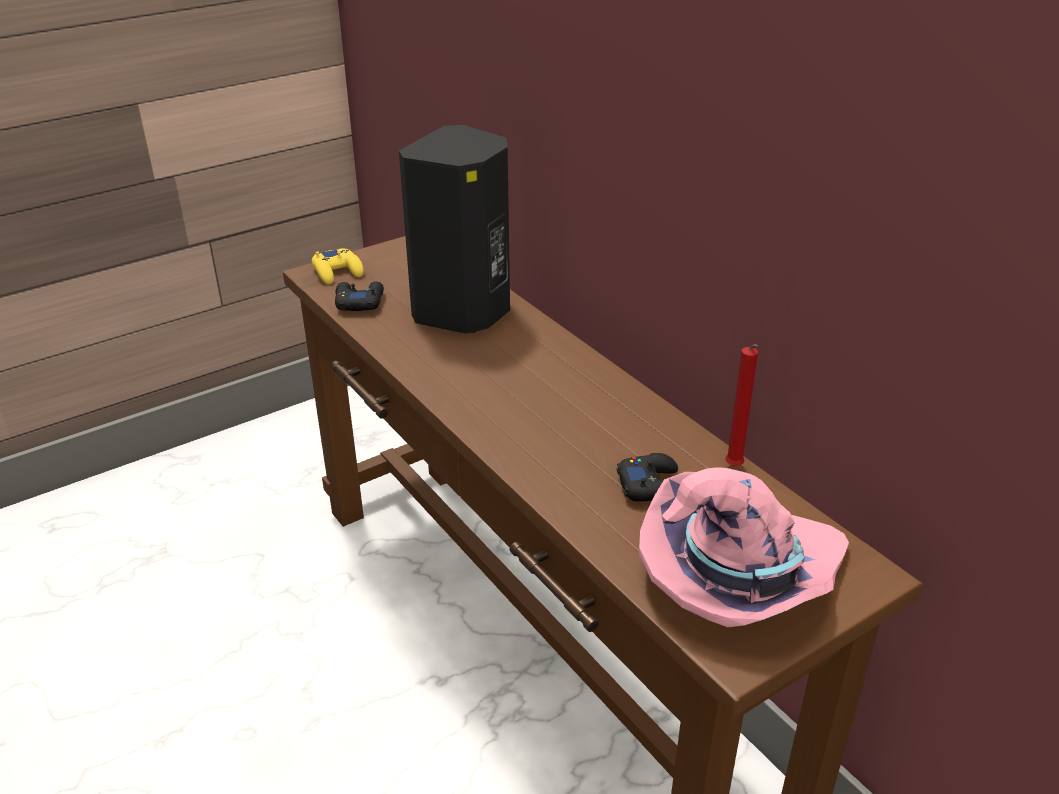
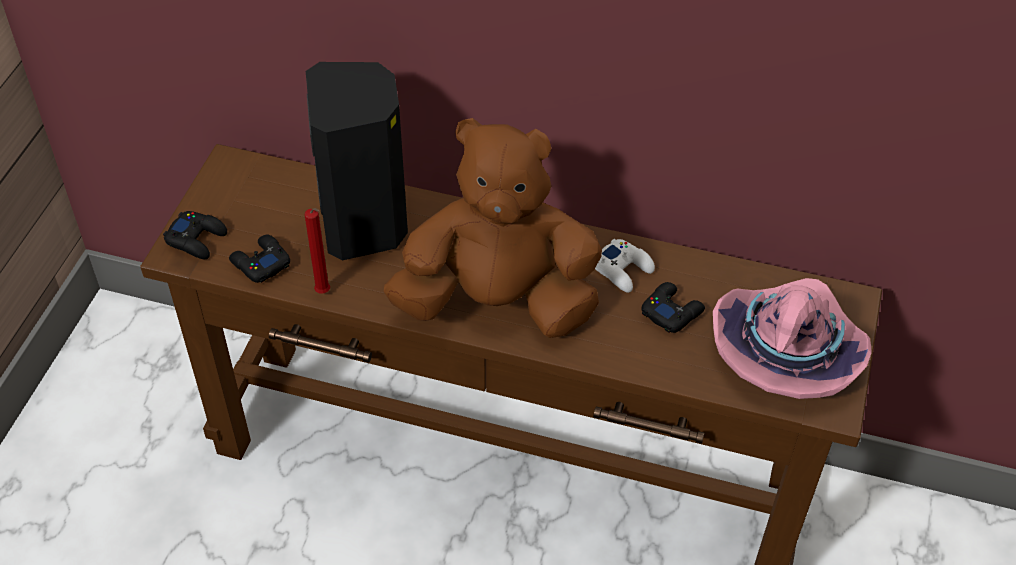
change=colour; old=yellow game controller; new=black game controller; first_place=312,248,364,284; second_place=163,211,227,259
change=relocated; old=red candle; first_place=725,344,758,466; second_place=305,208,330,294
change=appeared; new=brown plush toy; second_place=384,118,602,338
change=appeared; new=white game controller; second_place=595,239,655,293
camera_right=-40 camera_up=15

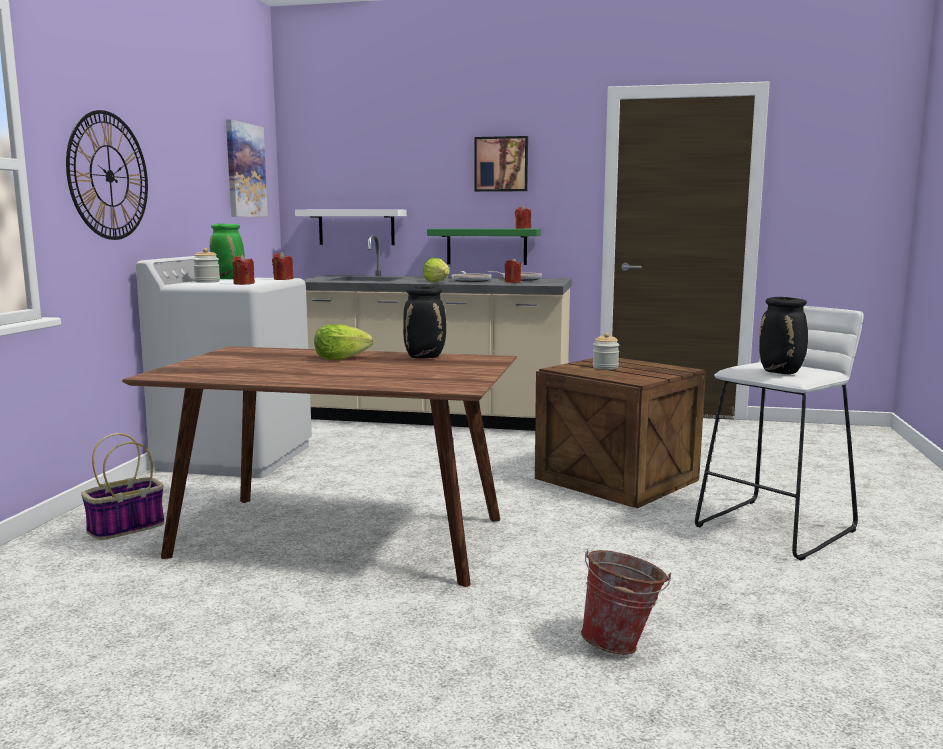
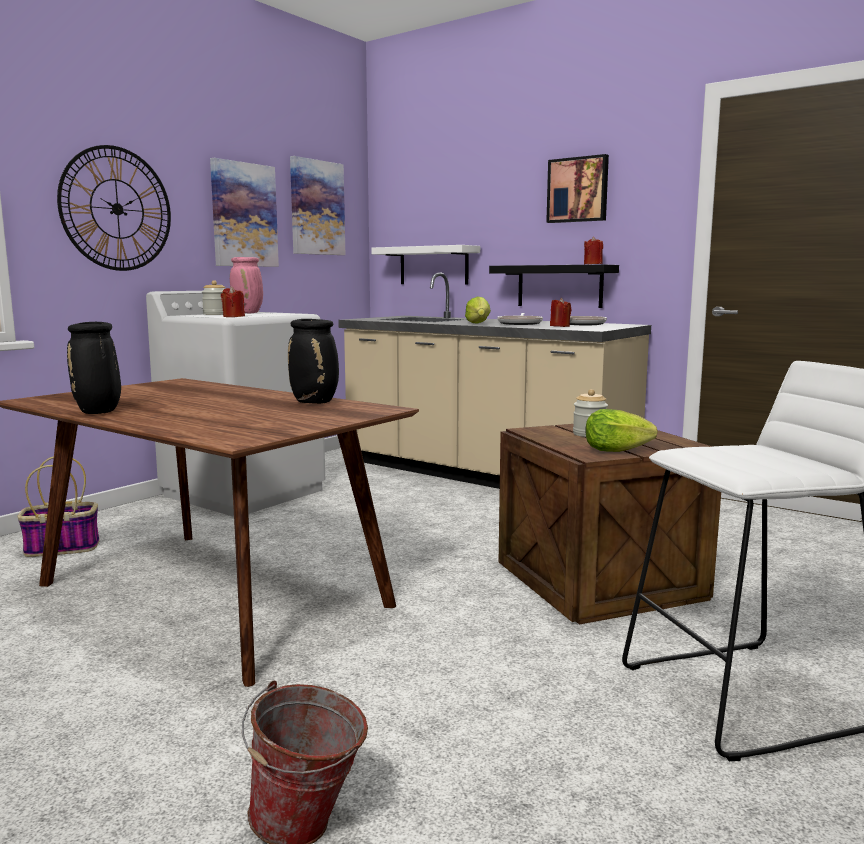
change=colour; old=green vase; new=pink vase; first_place=210,224,245,279; second_place=230,257,263,313
change=colour; old=green shelf; new=black shelf; first_place=427,229,541,265; second_place=489,264,619,308
change=missing; old=red candle; first_place=272,252,294,280
change=relocated; old=black vase; first_place=759,297,808,374; second_place=67,322,121,414
change=relocated; old=lettuce; first_place=314,324,373,360; second_place=586,409,658,452
change=appeared; new=picture; second_place=210,158,279,267
camera_right=25 camera_up=0

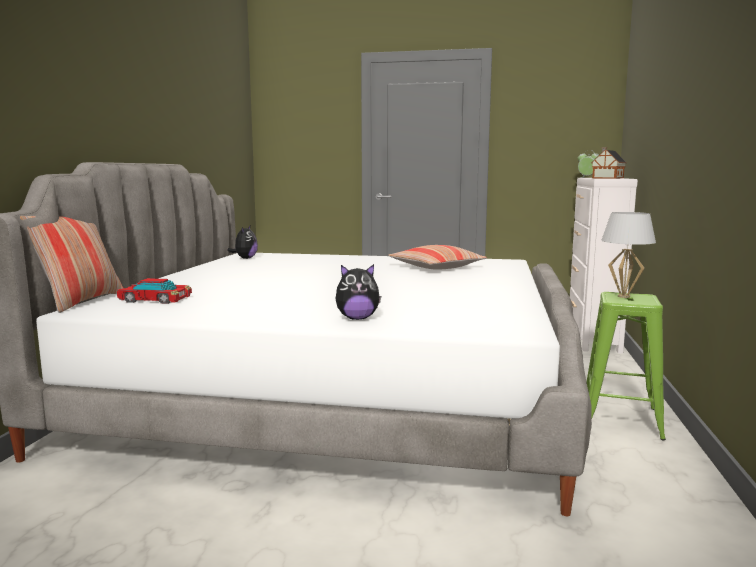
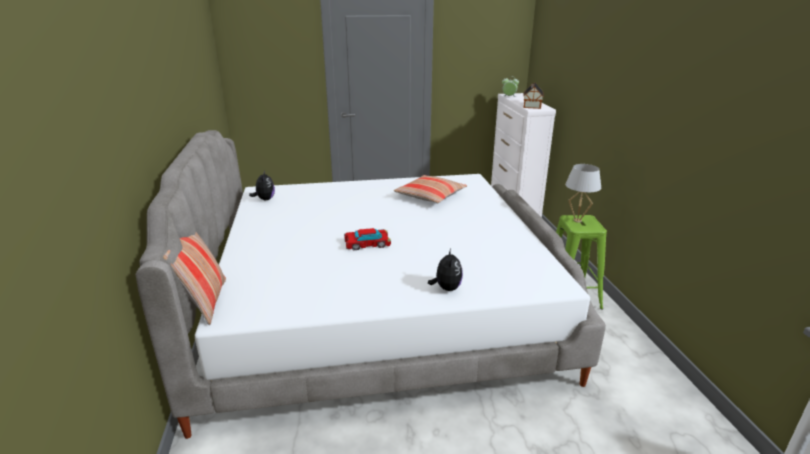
change=spun; old=plush toy; first_place=335,264,381,320; second_place=428,249,463,291; degrees=-60
change=relocated; old=toy car; first_place=117,278,192,304; second_place=344,228,391,250
camera_right=-20 camera_up=15

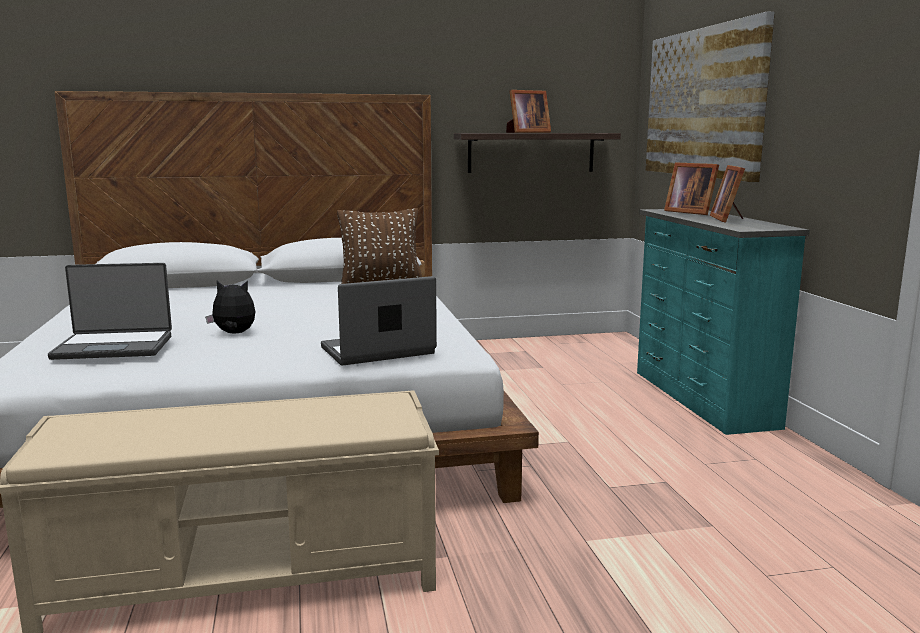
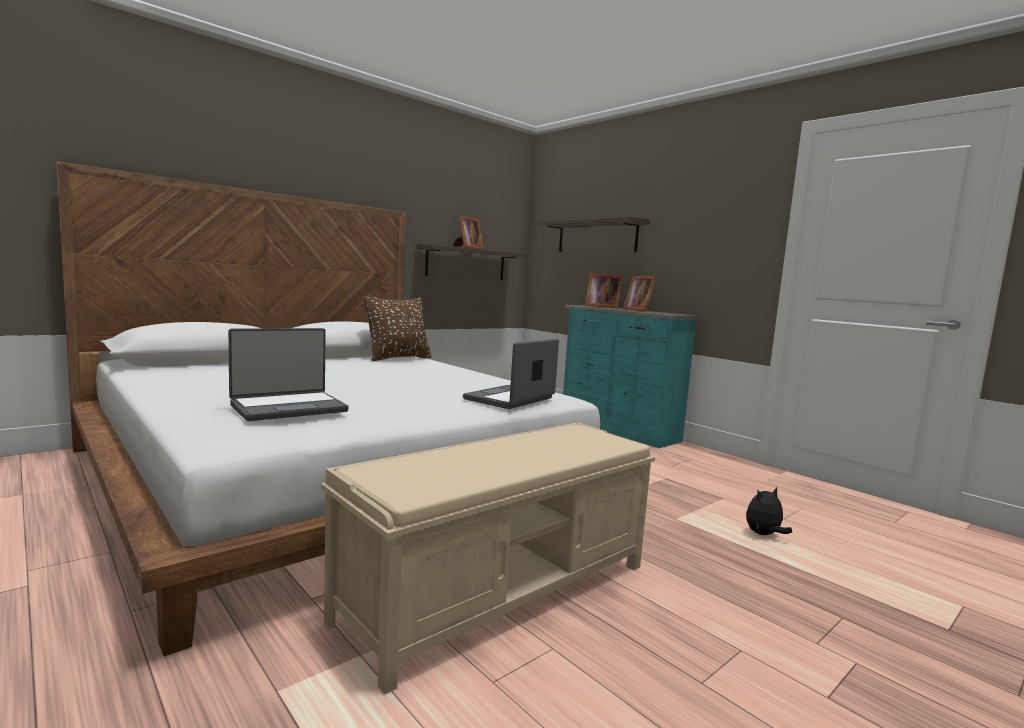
change=exchanged; old=picture; new=shelf; first_place=646,11,775,182; second_place=537,216,650,252
change=relocated; old=plush toy; first_place=205,281,255,333; second_place=746,487,792,535
camera_right=-30 camera_up=-5

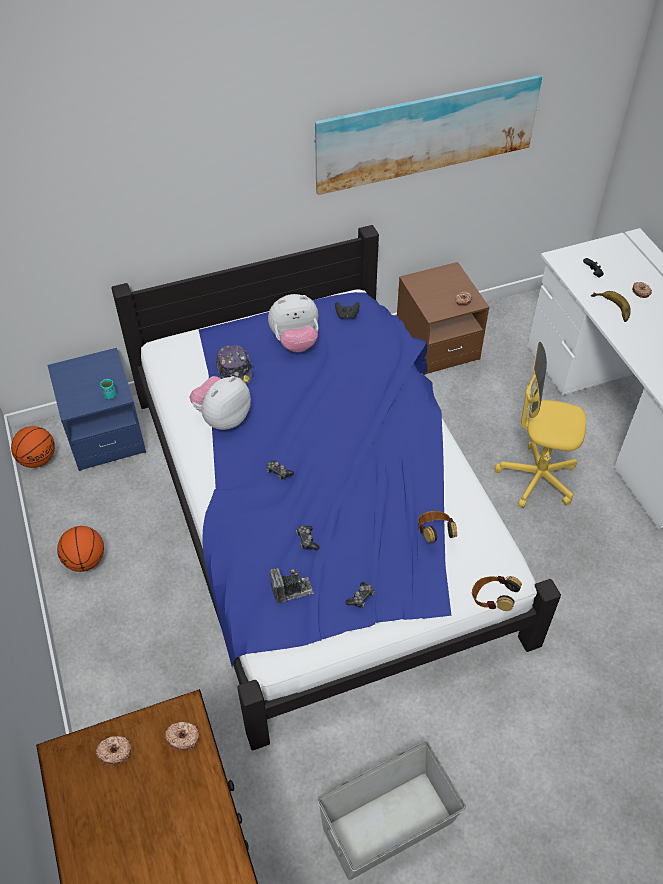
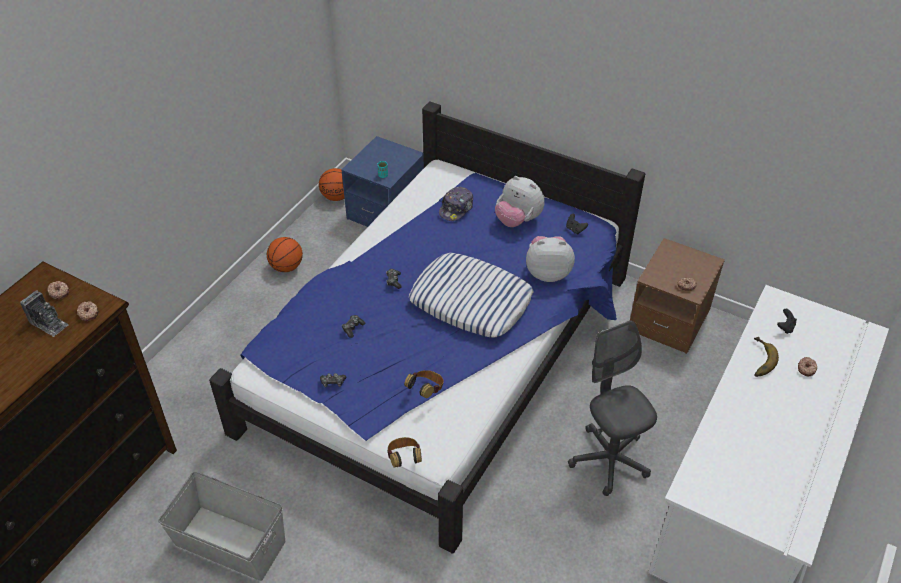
change=missing; old=picture; first_place=314,75,542,195
change=colour; old=yellow office chair; new=grey office chair; first_place=495,342,586,508; second_place=568,321,657,496
change=relocated; old=plush toy; first_place=189,376,251,430; second_place=526,236,575,282
change=relocated; old=photo camera; first_place=270,568,314,603; second_place=20,290,69,337
change=appeared; new=pillow; second_place=409,253,533,337
camera_right=50 camera_up=-5

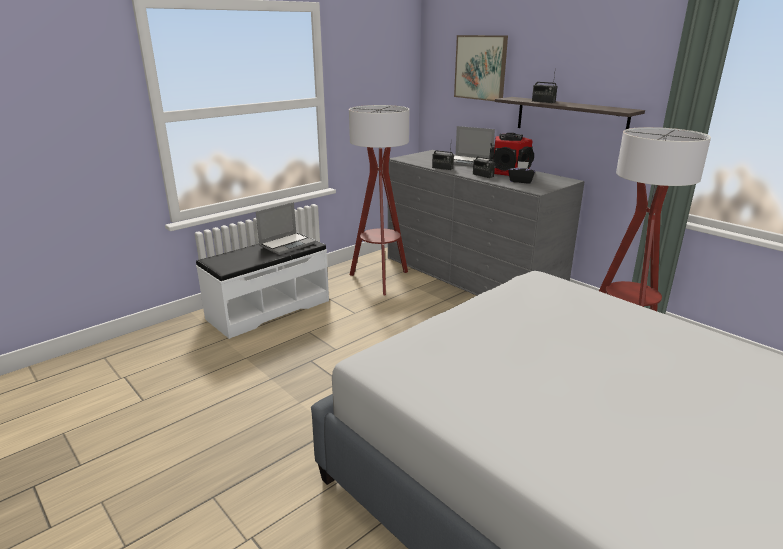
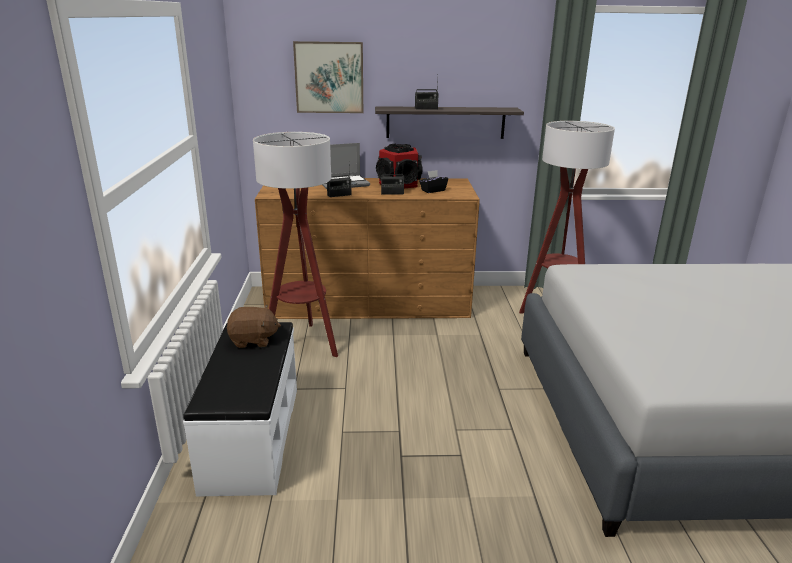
change=colour; old=grey dresser; new=brown dresser; first_place=388,150,585,296; second_place=255,178,480,319
change=exchanged; old=laptop; new=brown plush toy; first_place=256,202,316,255; second_place=227,305,281,348
camera_right=-50 camera_up=0

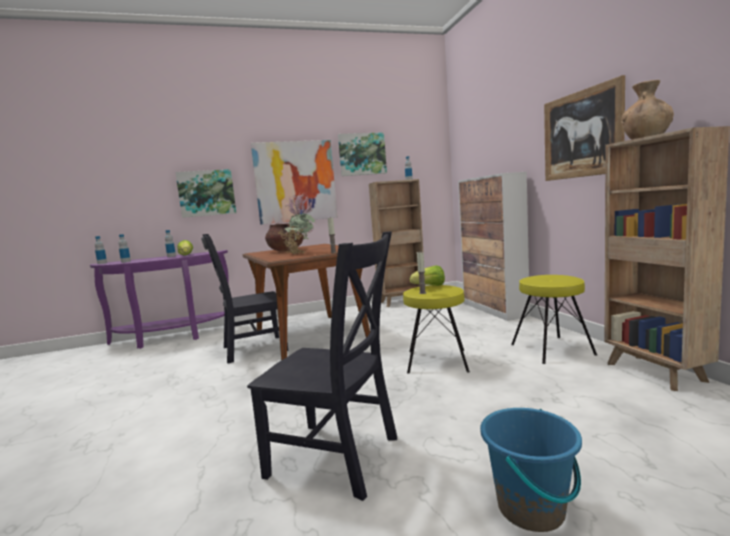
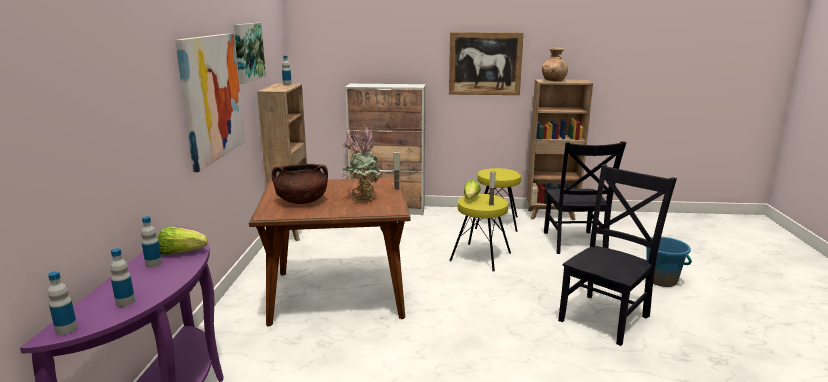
change=missing; old=picture; first_place=175,169,236,218
change=relocated; old=black chair; first_place=201,234,288,364; second_place=544,141,626,254
camera_right=-70 camera_up=10

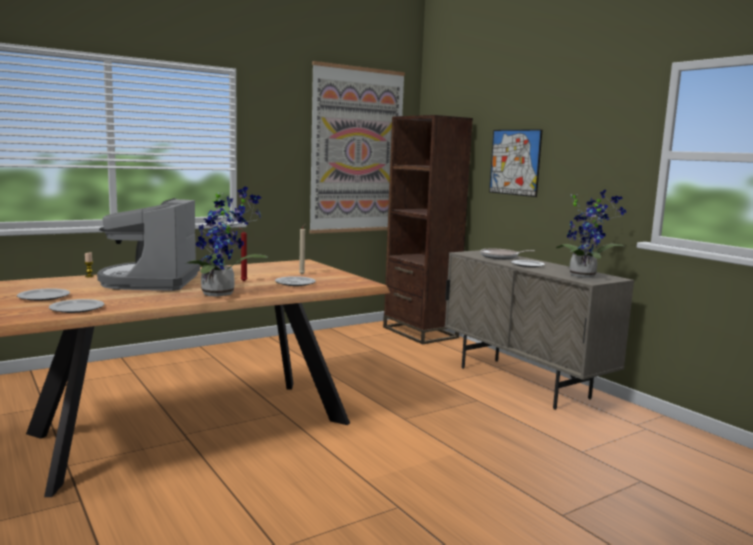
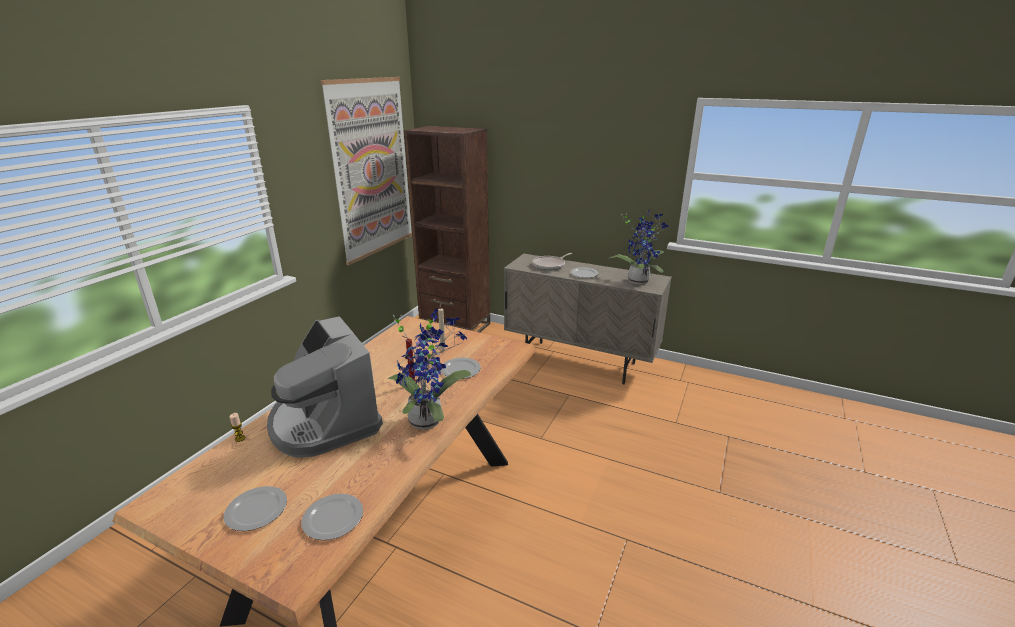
change=missing; old=picture; first_place=489,129,543,197
camera_right=-30 camera_up=15

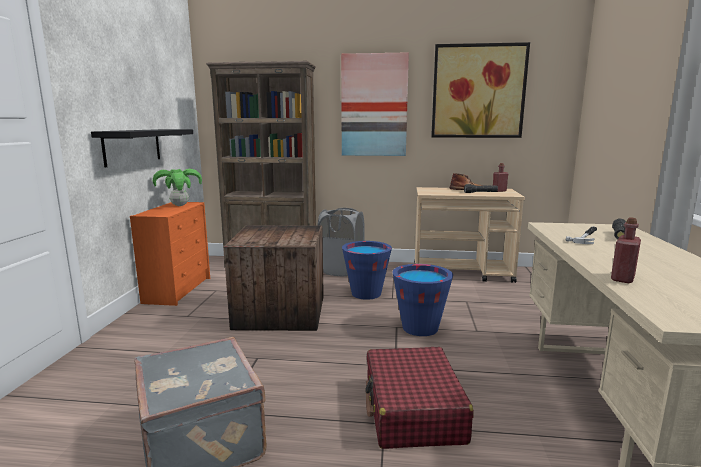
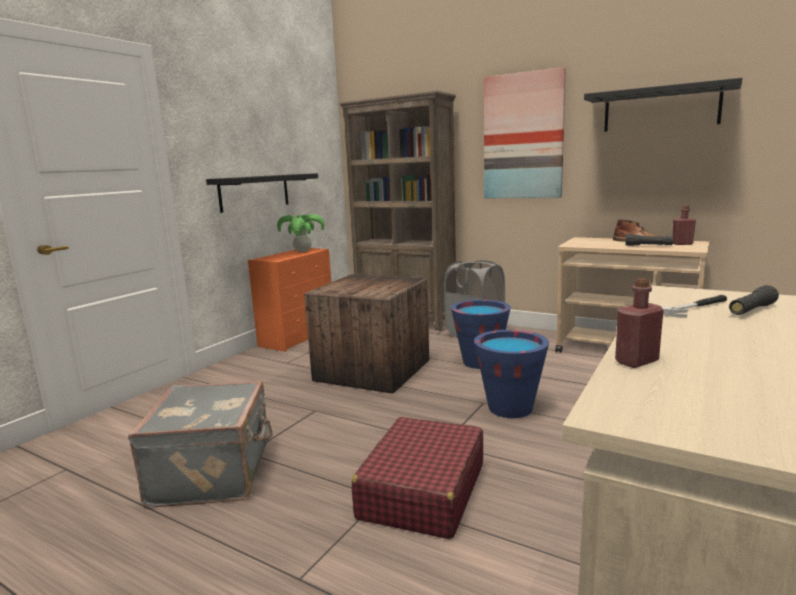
change=exchanged; old=picture; new=black shelf; first_place=431,42,530,138; second_place=584,78,742,132
camera_right=25 camera_up=0

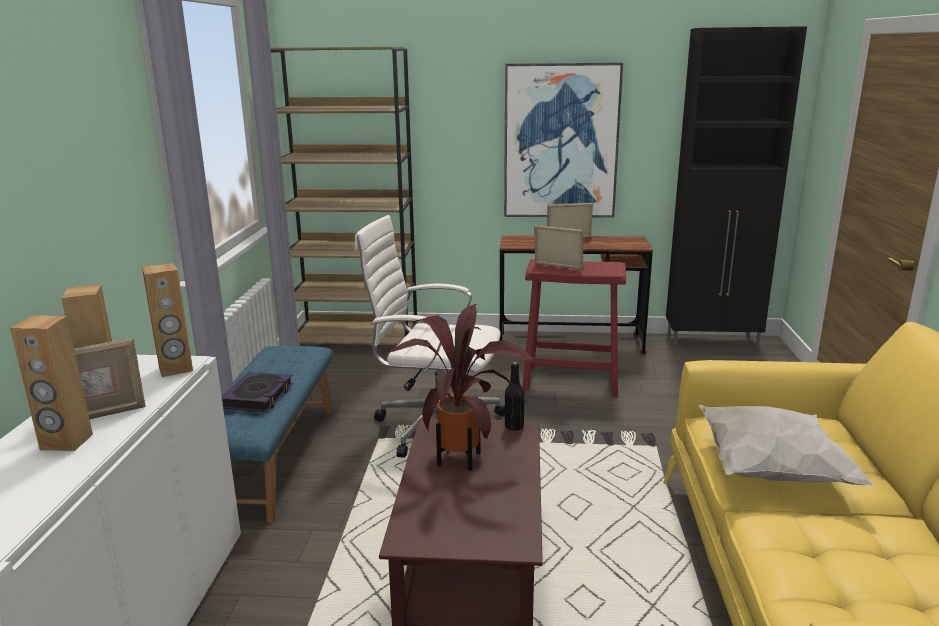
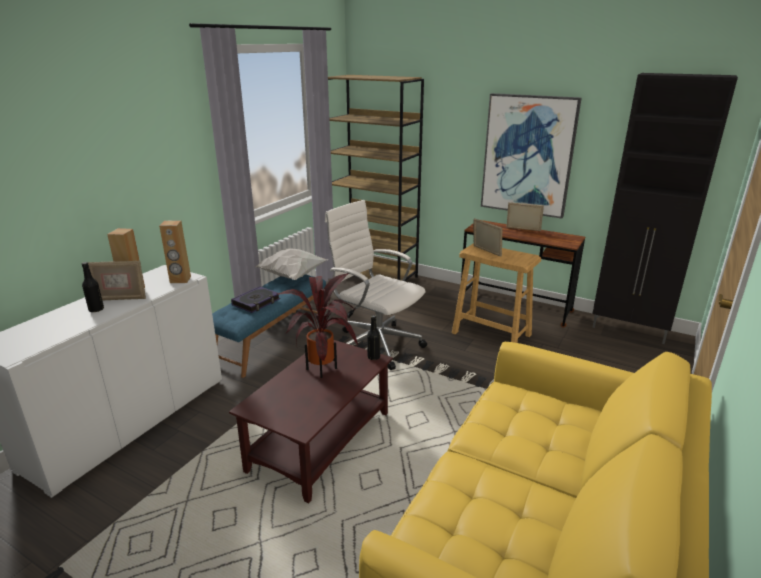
change=colour; old=red stool; new=beige stool; first_place=523,259,626,397; second_place=452,243,541,343
change=exchanged; old=brown speaker; new=black bottle; first_place=10,316,93,451; second_place=82,262,104,313
change=relocated; old=white pillow; first_place=699,405,875,487; second_place=255,248,329,280
camera_right=25 camera_up=5

